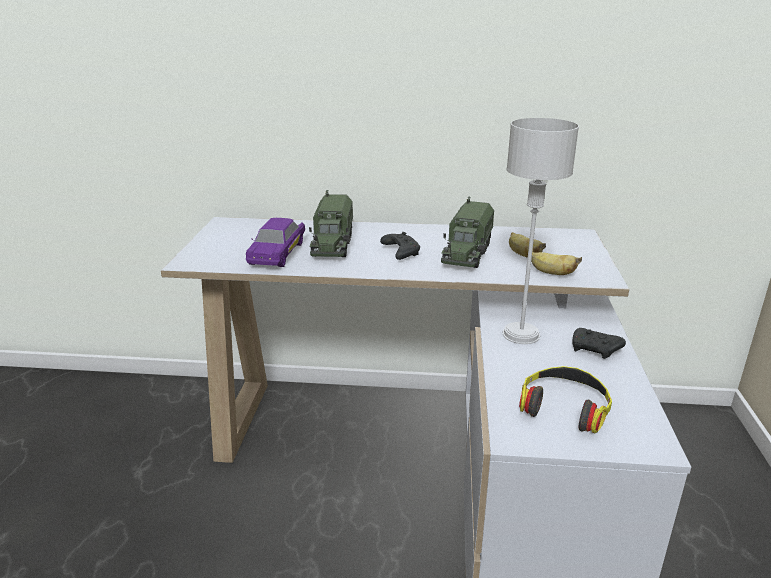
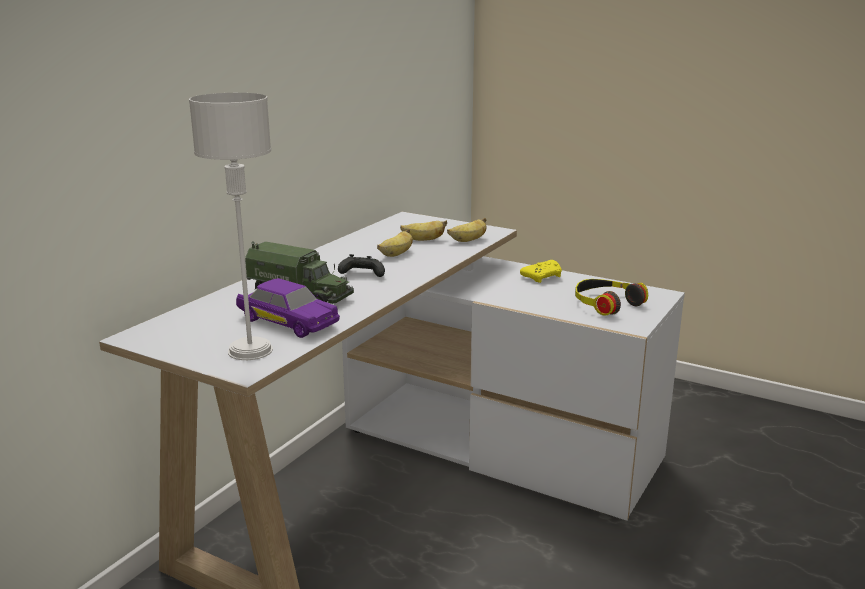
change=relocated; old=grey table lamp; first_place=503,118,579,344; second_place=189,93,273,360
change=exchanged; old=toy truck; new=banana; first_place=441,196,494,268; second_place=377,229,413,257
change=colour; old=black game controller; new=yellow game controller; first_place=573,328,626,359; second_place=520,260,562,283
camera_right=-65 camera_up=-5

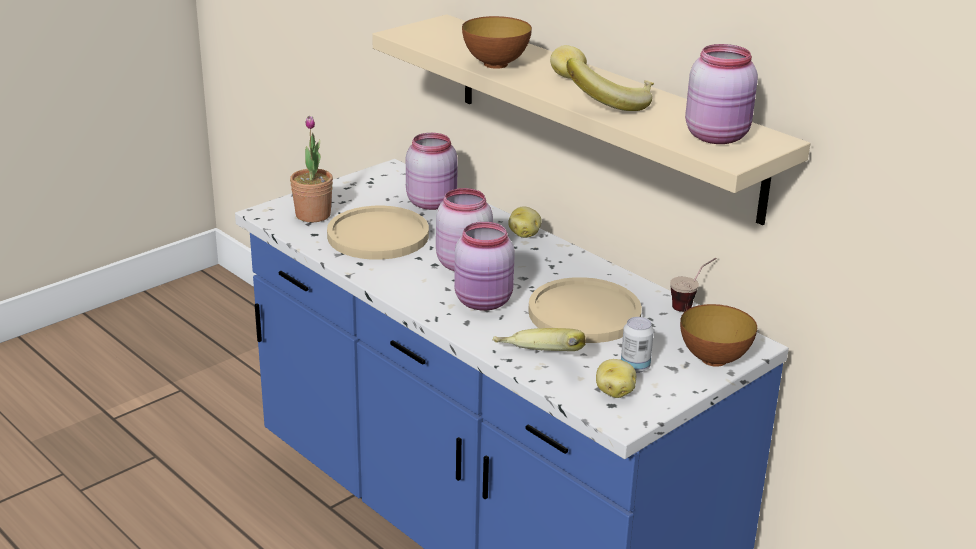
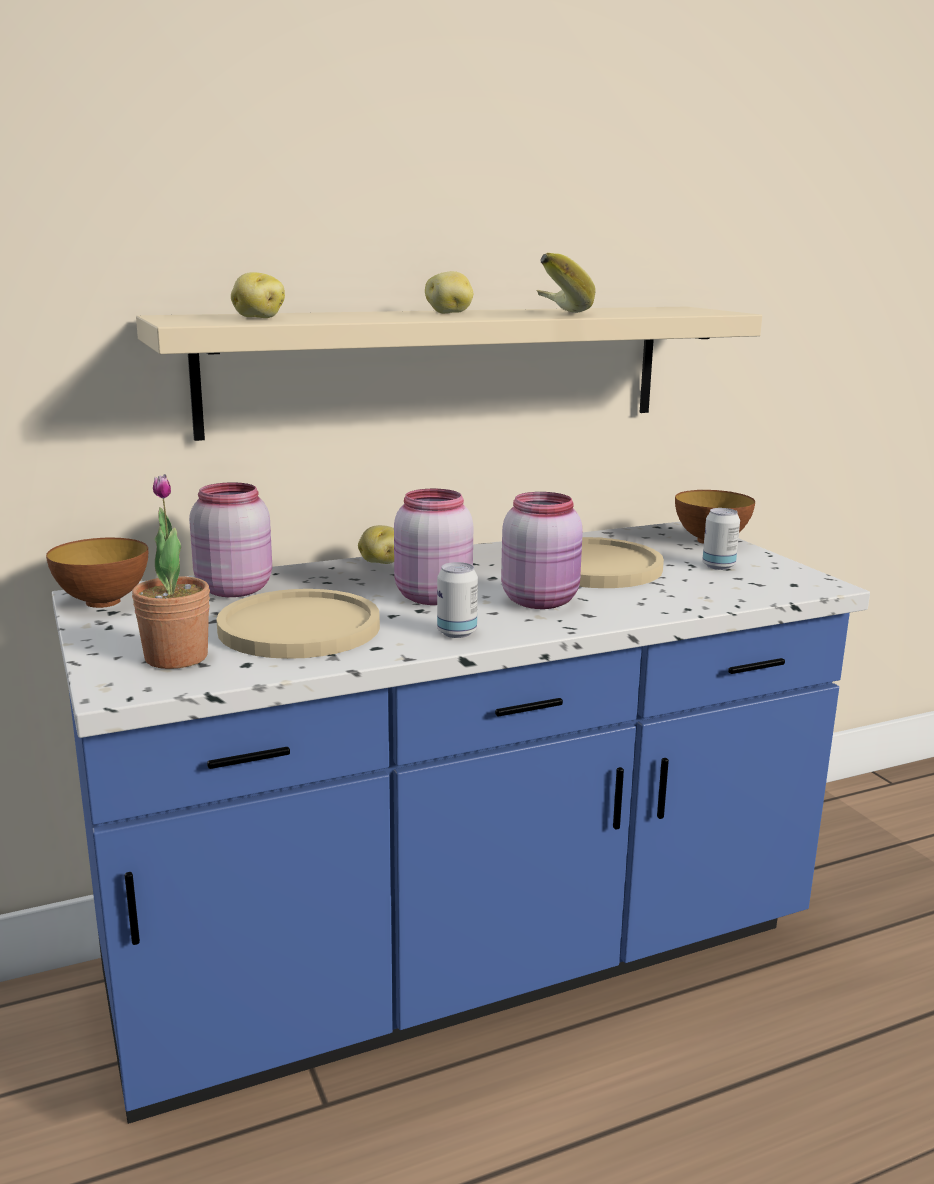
change=relocated; old=bowl; first_place=462,16,532,69; second_place=46,538,148,608
change=missing; old=pink jar; first_place=685,44,758,144
change=missing; old=cup; first_place=670,258,717,312
change=missing; old=banana; first_place=492,328,586,351
change=relocated; old=potato; first_place=596,359,636,398; second_place=231,272,285,318
change=appeared; new=can; second_place=437,562,478,638
camera_right=-70 camera_up=-10

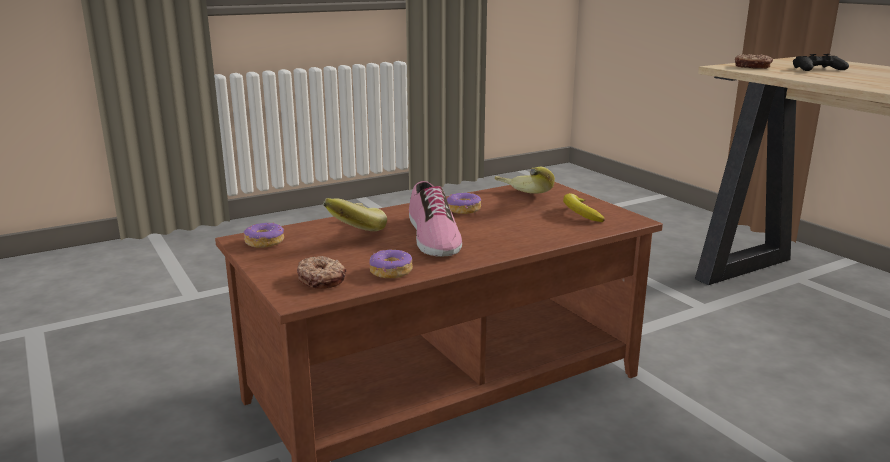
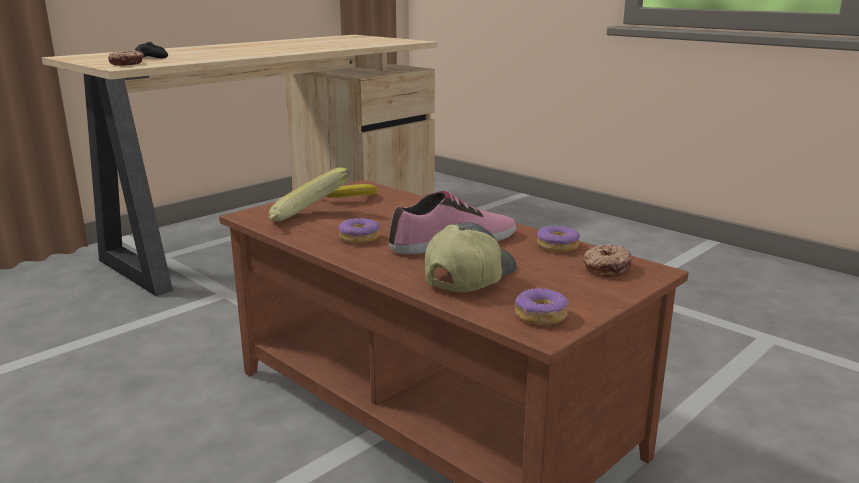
change=exchanged; old=banana; new=cap; first_place=323,198,387,231; second_place=425,223,516,293
camera_right=-105 camera_up=0

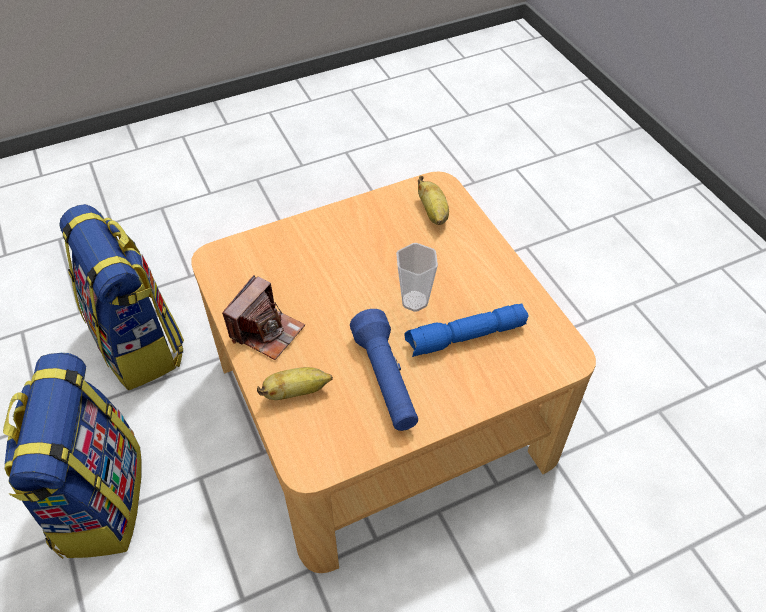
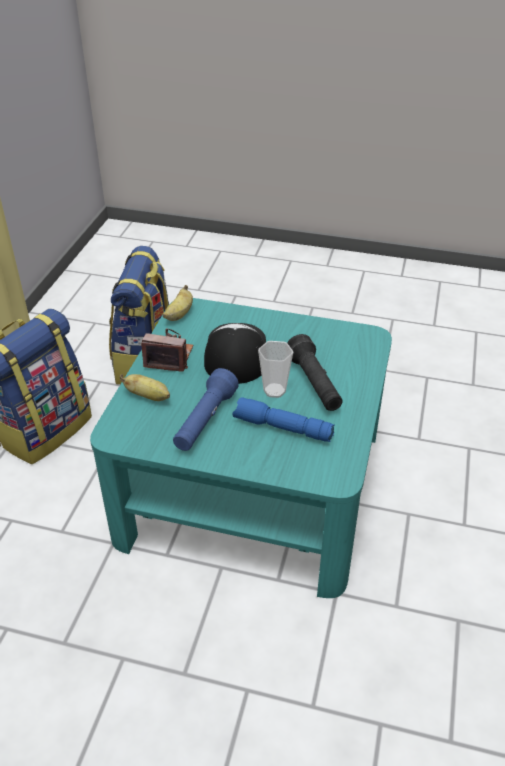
change=colour; old=beige coffee table; new=turquoise coffee table; first_place=191,171,596,573; second_place=90,298,392,598
change=relocated; old=banana; first_place=418,176,449,225; second_place=162,285,193,321
change=spun; old=photo camera; first_place=222,275,305,360; second_place=141,328,193,372; degrees=-150
change=appeared; new=cap; second_place=204,323,266,384
change=appeared; new=black flashlight; second_place=287,334,343,411
camera_right=40 camera_up=-10

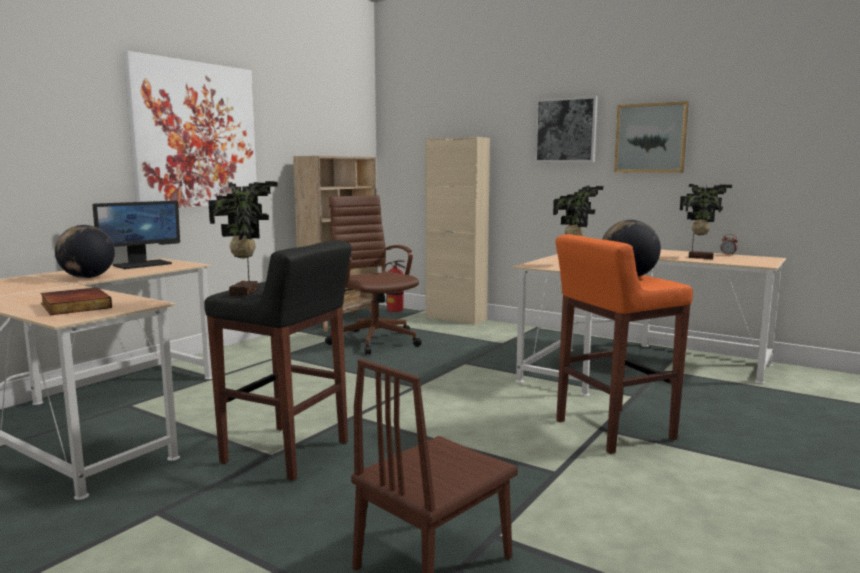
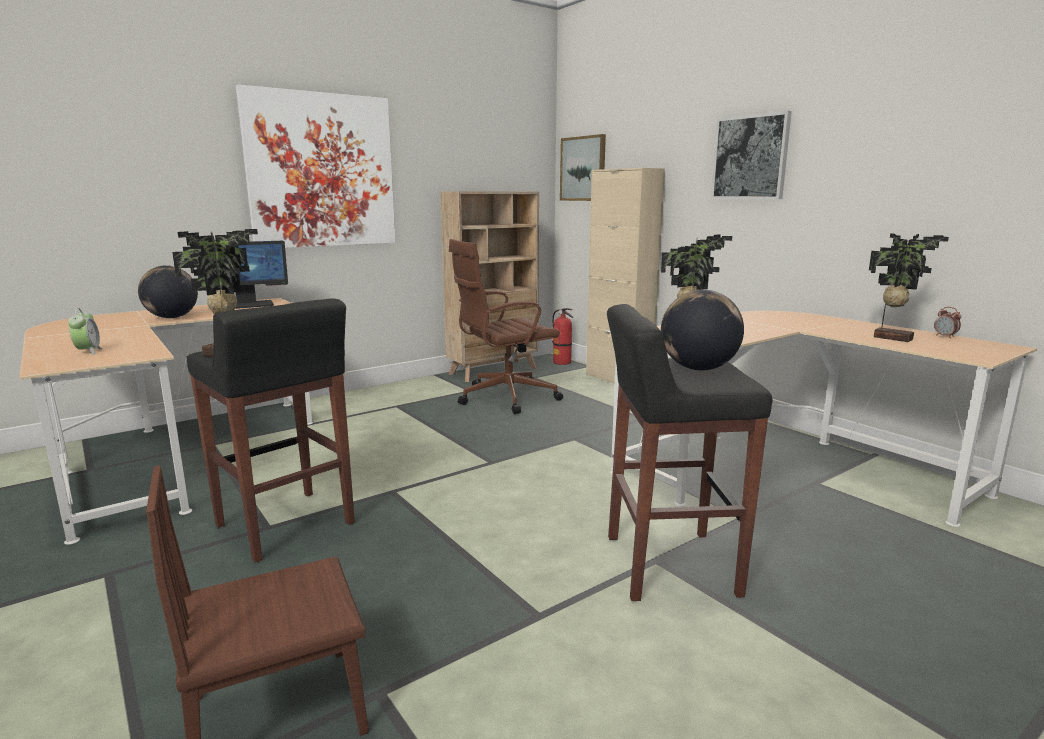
change=relocated; old=picture; first_place=614,101,689,173; second_place=560,134,606,201
change=spun; old=brown office chair; first_place=325,195,422,355; second_place=449,239,563,414; degrees=-105
change=colour; old=orange stool; new=black stool; first_place=556,234,693,454; second_place=607,304,773,601
change=exchanged; old=book; new=alarm clock; first_place=40,287,112,315; second_place=68,308,102,355
camera_right=20 camera_up=5

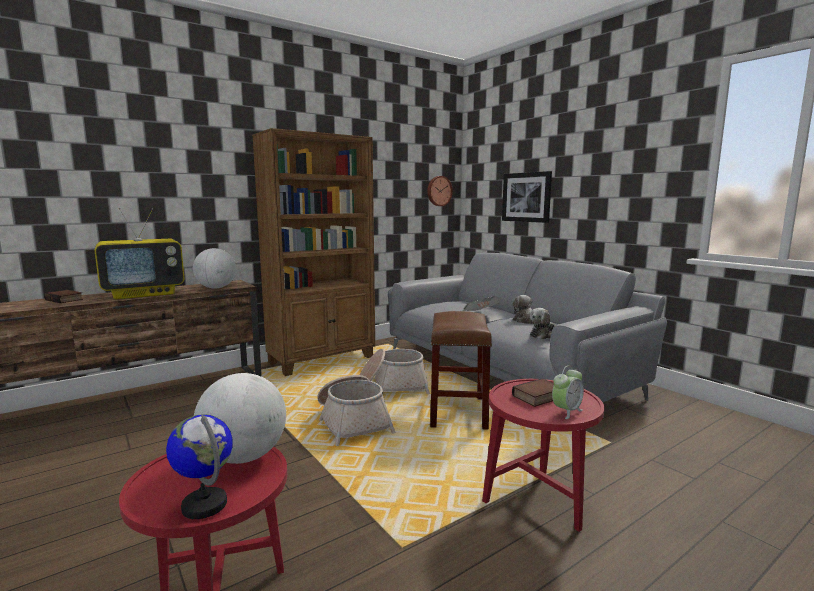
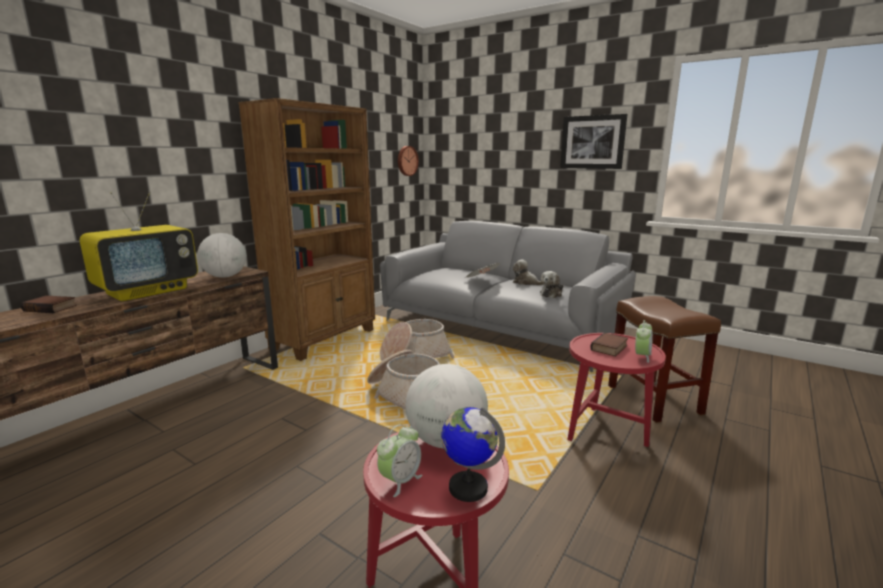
change=relocated; old=picture; first_place=502,171,552,223; second_place=560,114,627,169
change=relocated; old=brown stool; first_place=430,311,492,430; second_place=608,296,721,423
change=appeared; new=alarm clock; second_place=377,424,422,497
camera_right=-20 camera_up=5

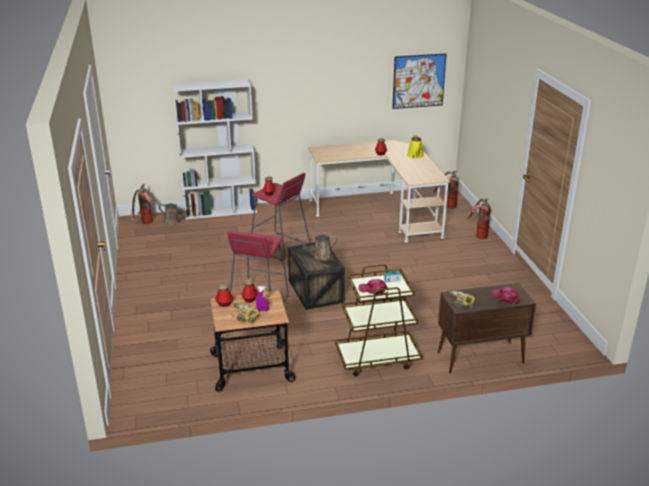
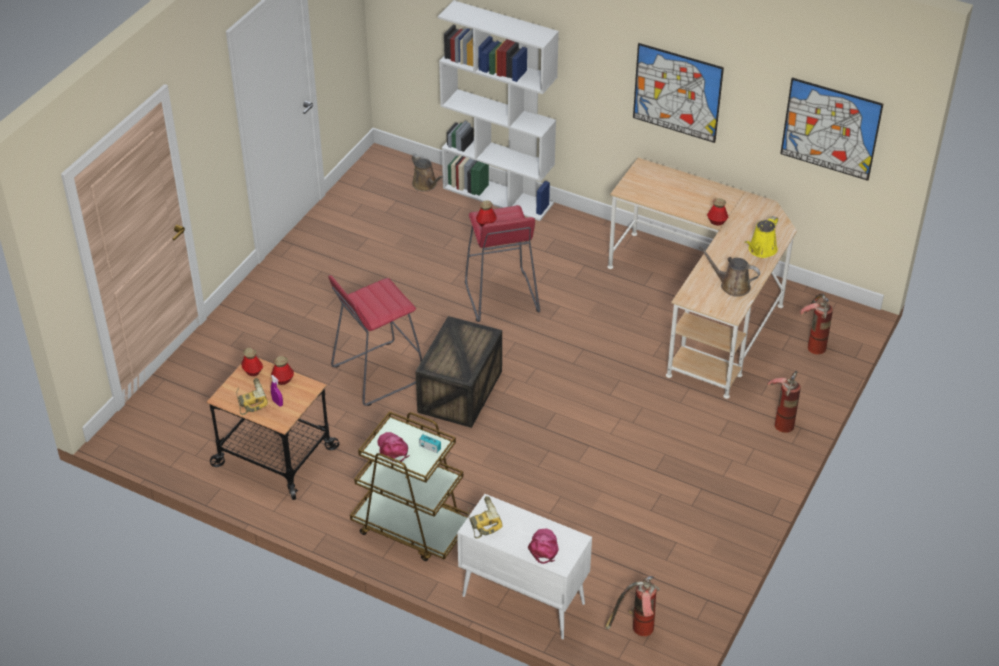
change=relocated; old=fire extinguisher; first_place=131,184,153,225; second_place=605,576,660,637
change=relocated; old=brown watering can; first_place=294,235,338,261; second_place=699,247,760,297
change=colour; old=brown cabinet; new=white cabinet; first_place=438,283,536,373; second_place=457,494,592,639
change=appeared; new=picture; second_place=633,43,724,143
camera_right=40 camera_up=15

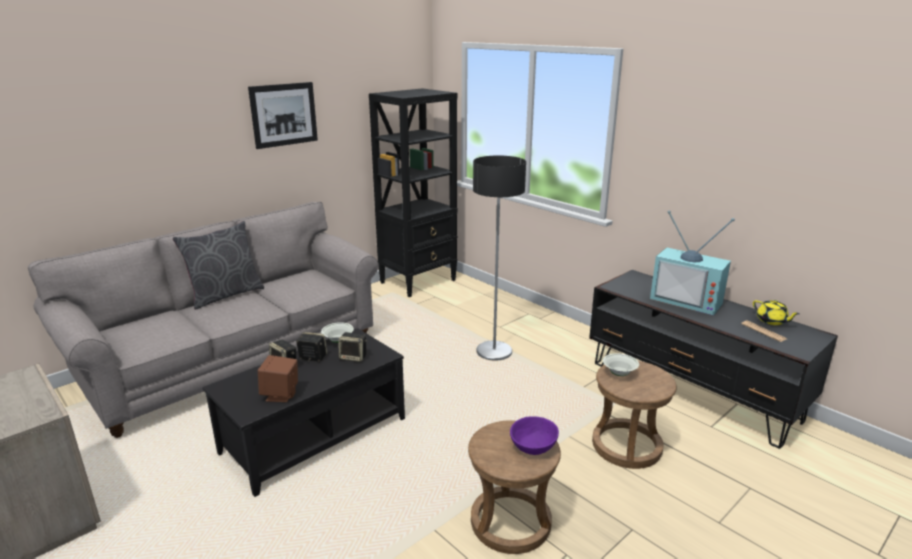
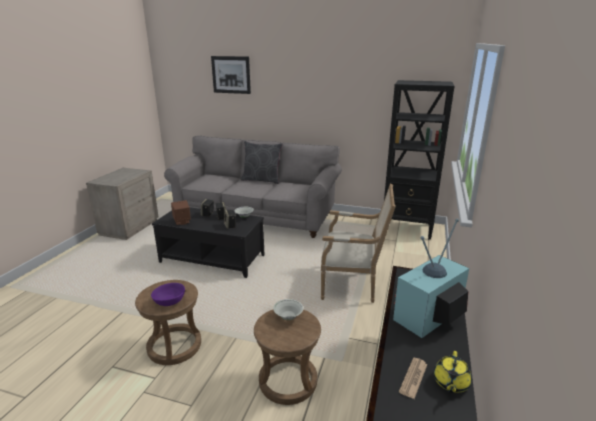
change=relocated; old=picture; first_place=248,82,318,149; second_place=211,56,251,94
change=exchanged; old=floor lamp; new=armchair; first_place=473,156,526,361; second_place=321,184,396,303
change=spun; old=television; first_place=650,210,735,315; second_place=393,218,469,338; degrees=45
camera_right=60 camera_up=0

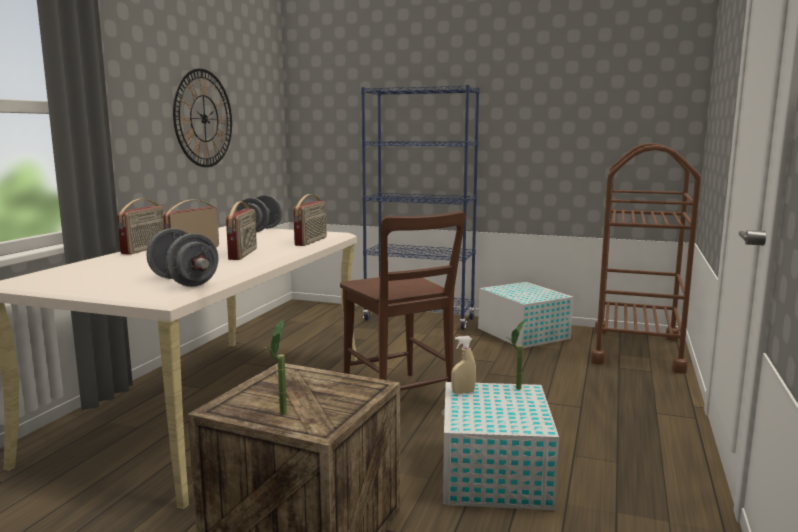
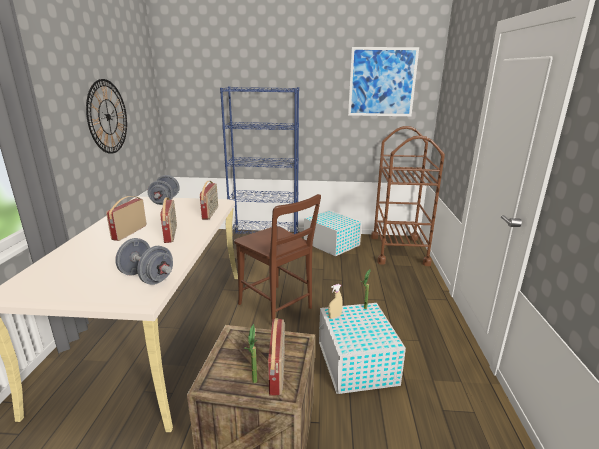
change=relocated; old=radio; first_place=117,199,164,255; second_place=268,318,285,395
change=appeared; new=picture; second_place=348,47,419,116
camera_right=-15 camera_up=10

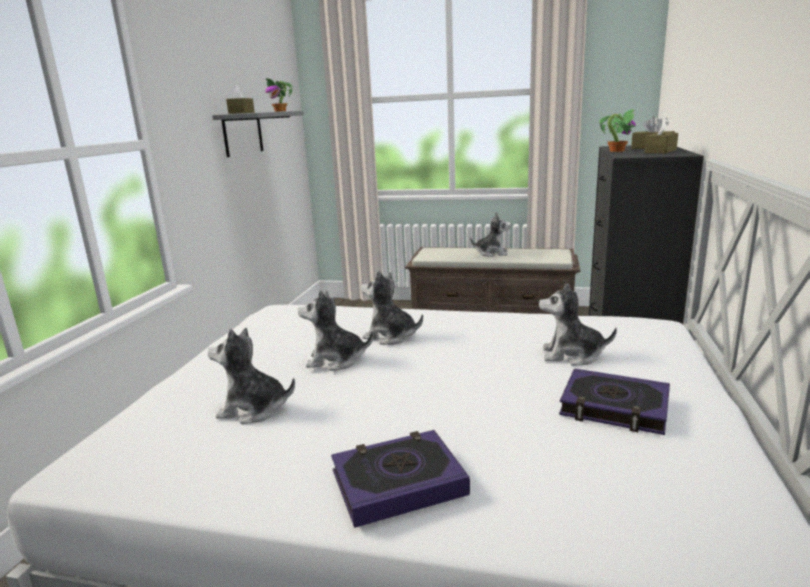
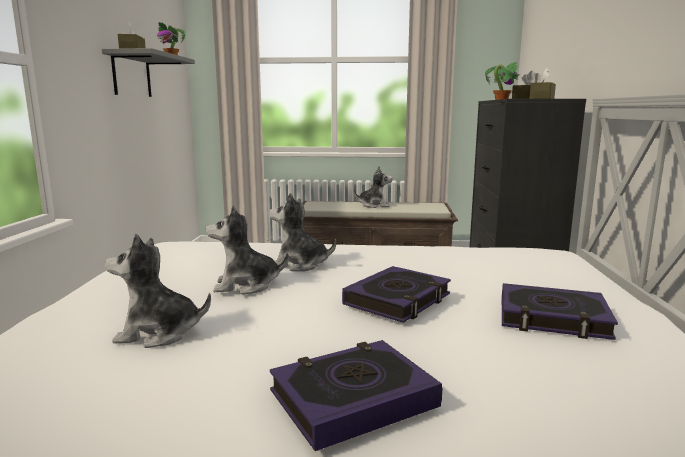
change=missing; old=plush toy; first_place=539,283,617,366
change=appeared; new=book; second_place=342,266,451,323
camera_right=-10 camera_up=-5

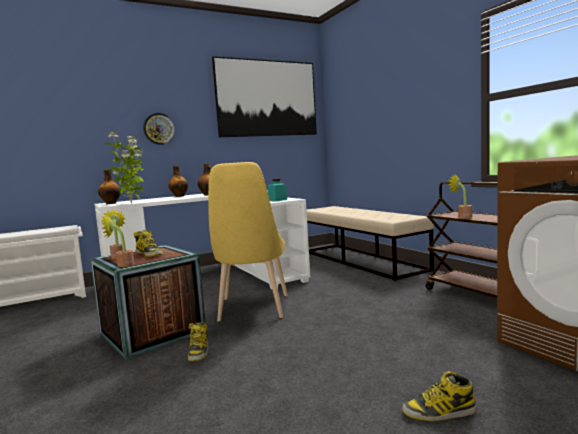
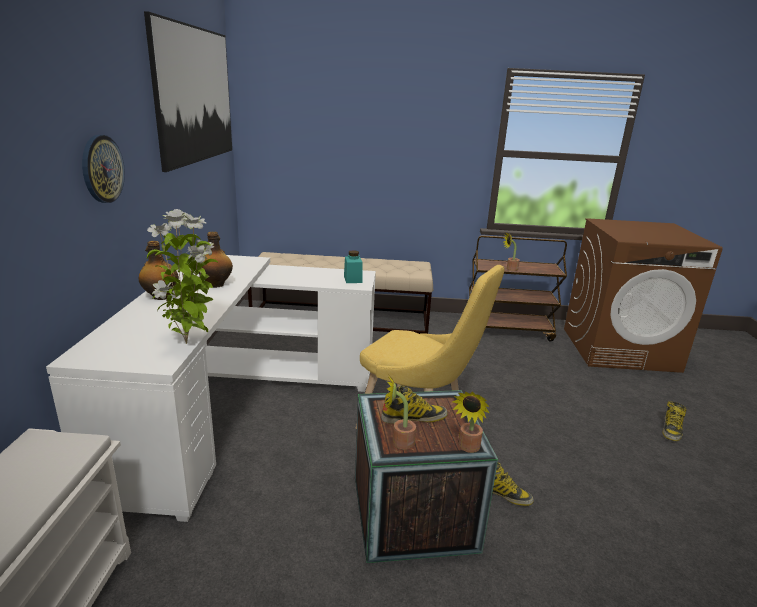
change=missing; old=bottle; first_place=98,169,121,204
camera_right=-60 camera_up=15

